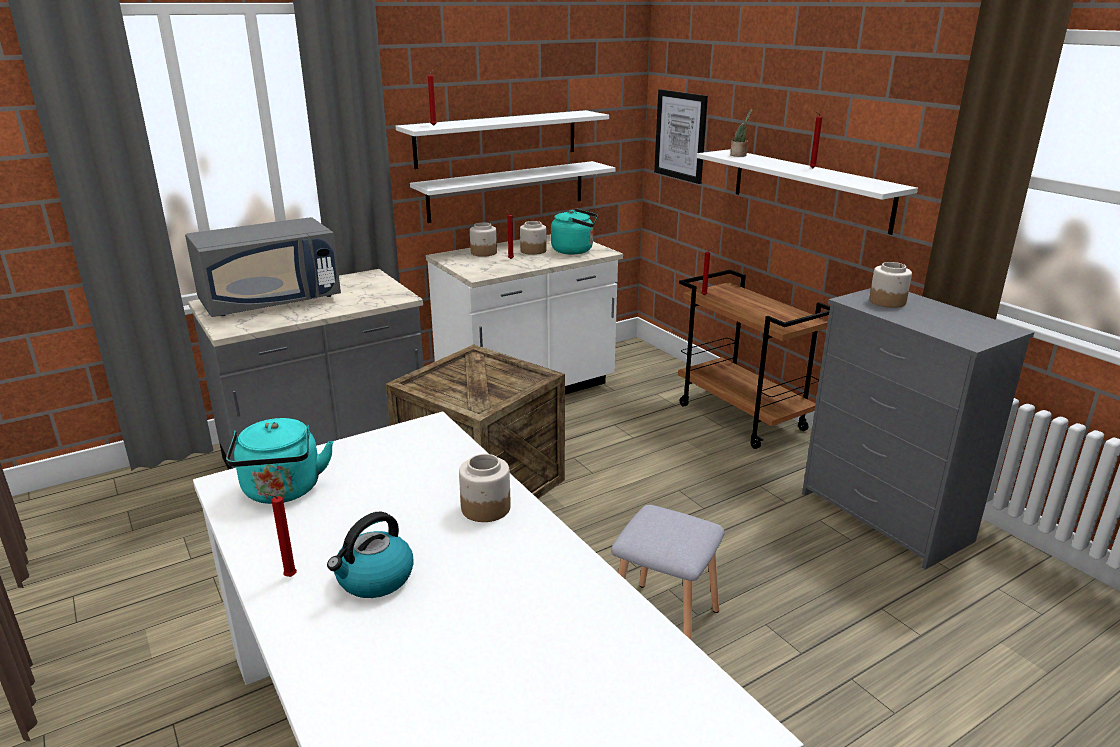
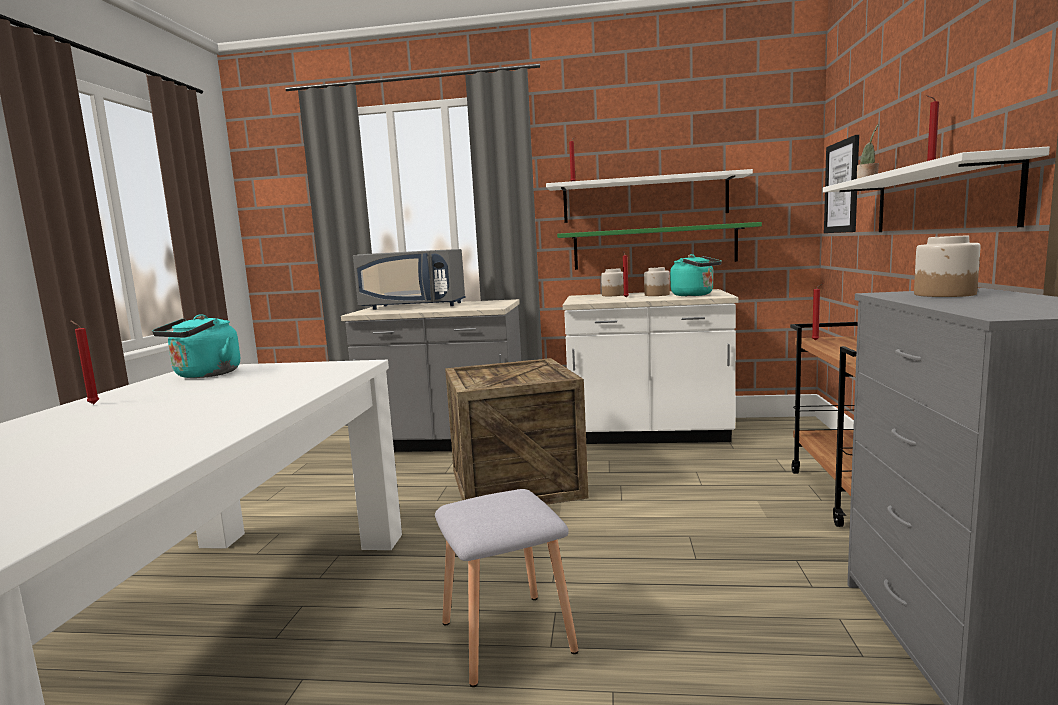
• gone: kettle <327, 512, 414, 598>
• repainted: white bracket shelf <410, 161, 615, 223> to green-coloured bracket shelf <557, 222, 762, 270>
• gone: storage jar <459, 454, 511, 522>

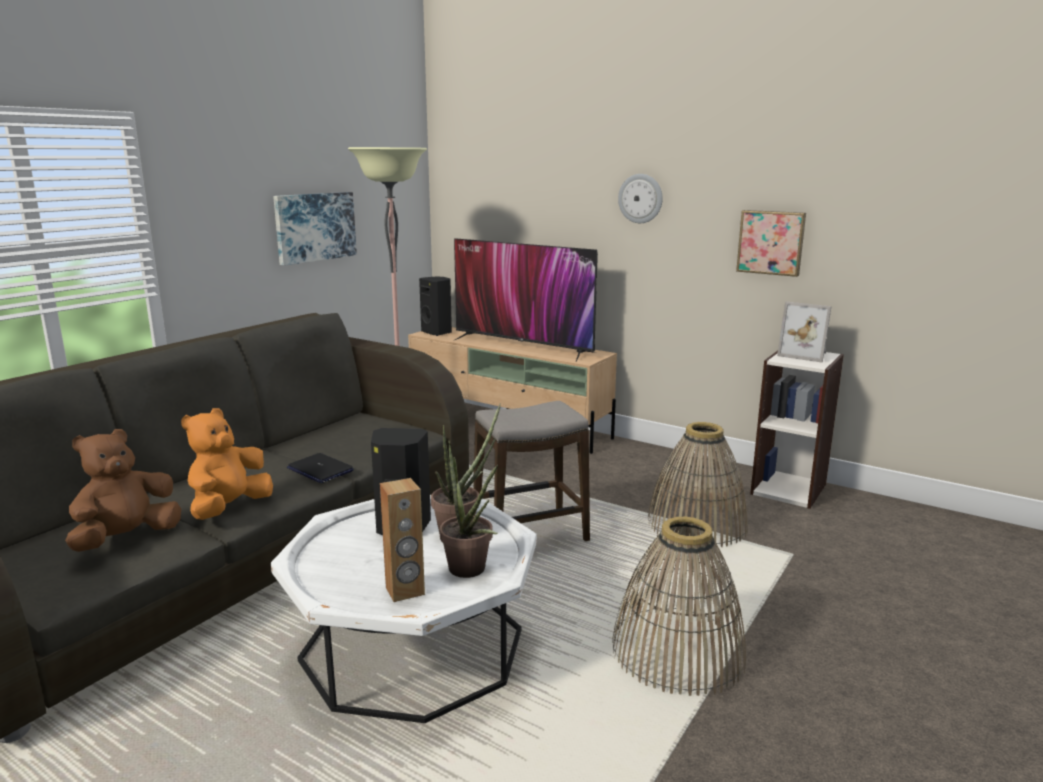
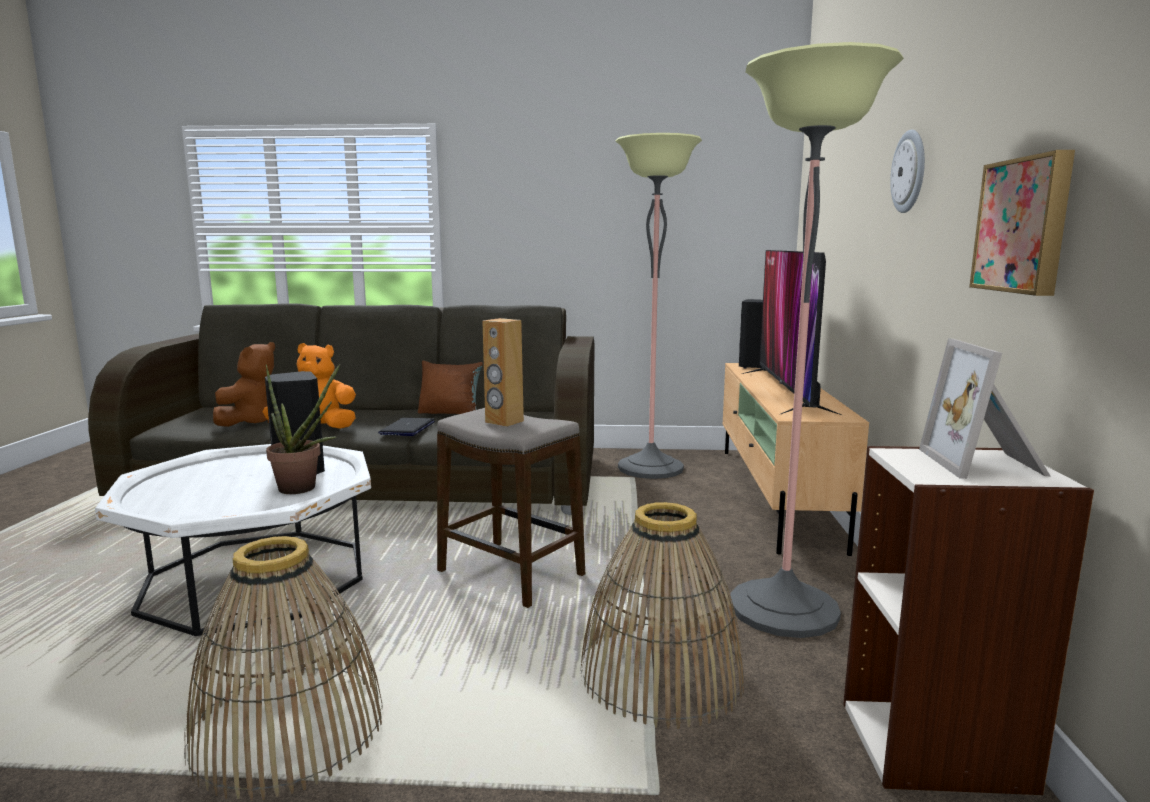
• rotated: brownish soft toy <65, 429, 181, 552> = <213, 342, 275, 427> 105 degrees clockwise
• gone: wall art <273, 192, 357, 266>
• shifted: brownish audio speaker <380, 478, 425, 602> to <482, 318, 524, 427>
• gone: potted plant <440, 441, 498, 578>
• new: brownish pillow <418, 361, 483, 414>
• new: standard lamp <730, 42, 904, 638>

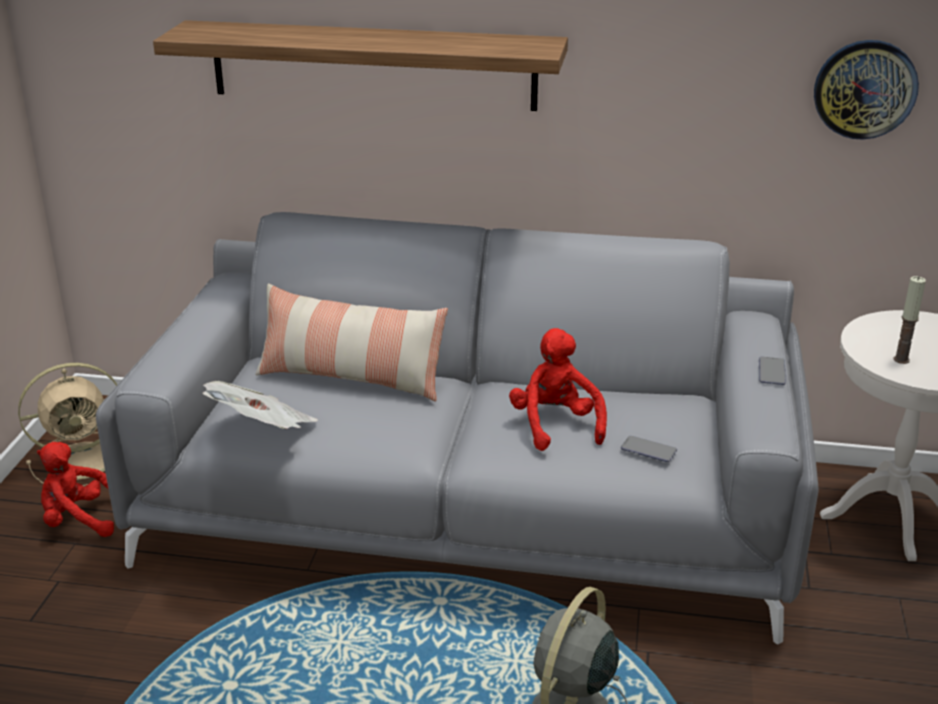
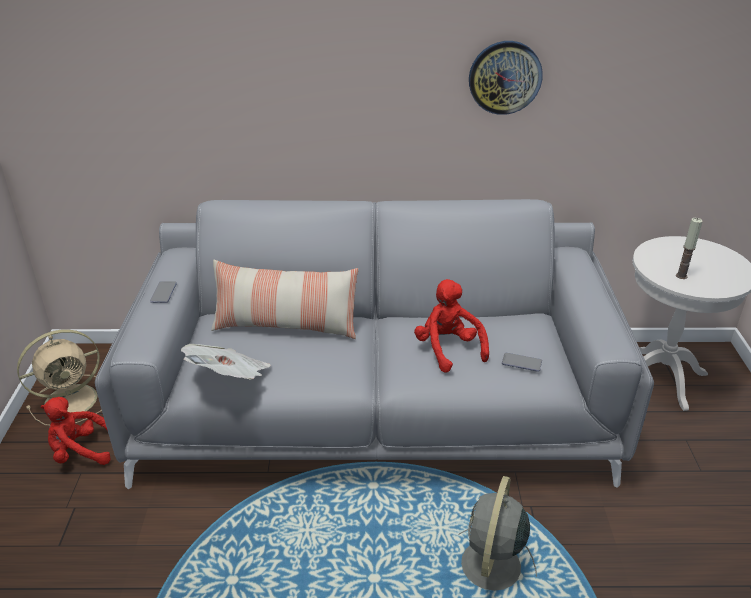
• gone: bracket shelf <153, 20, 568, 111>
• shifted: telephone <759, 357, 786, 385> to <150, 281, 177, 303>
• shifted: wall clock <814, 40, 919, 139> to <469, 41, 543, 115>

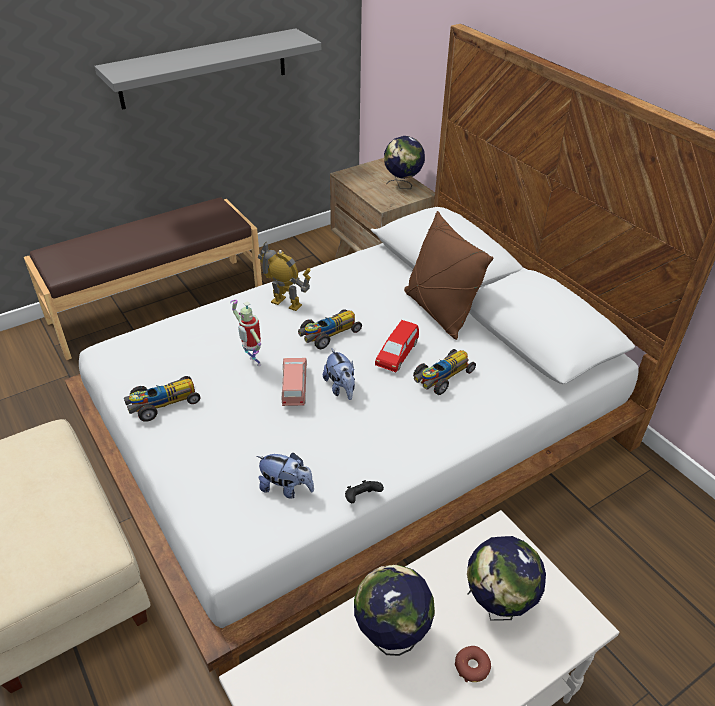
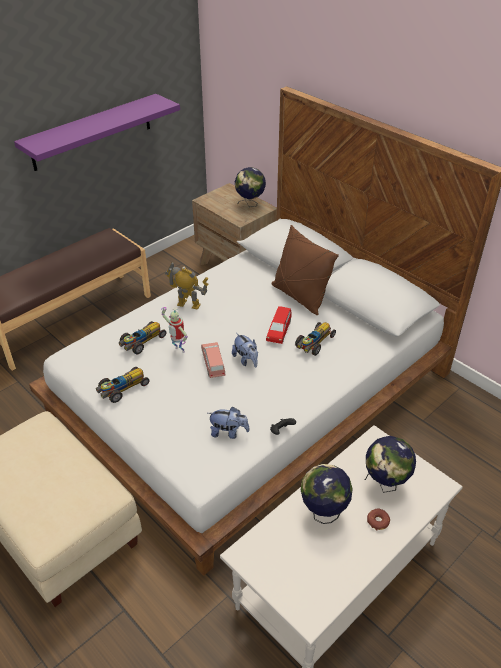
• repainted: gray bracket shelf <94, 28, 321, 110> to purple bracket shelf <14, 94, 180, 171>
• shifted: model car <298, 309, 362, 349> to <119, 321, 166, 354>

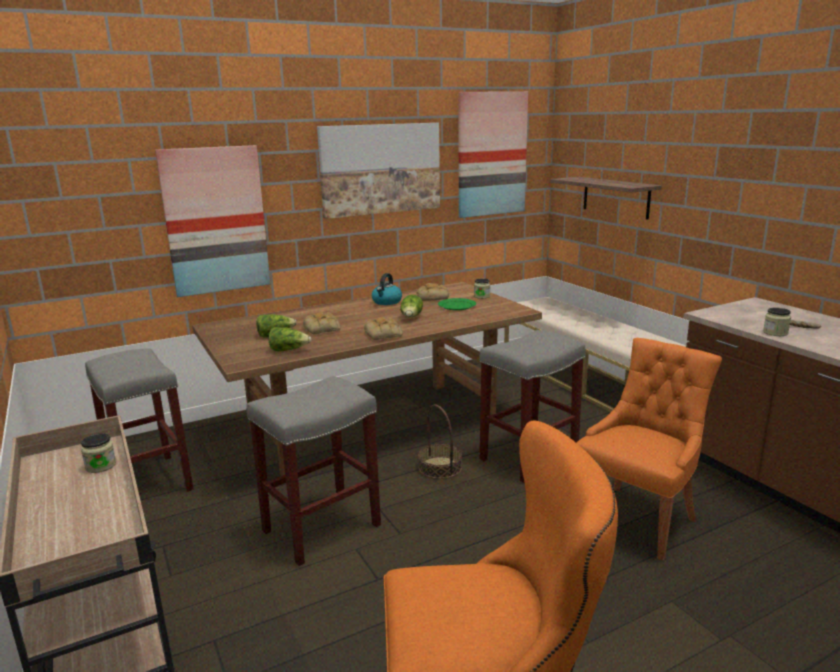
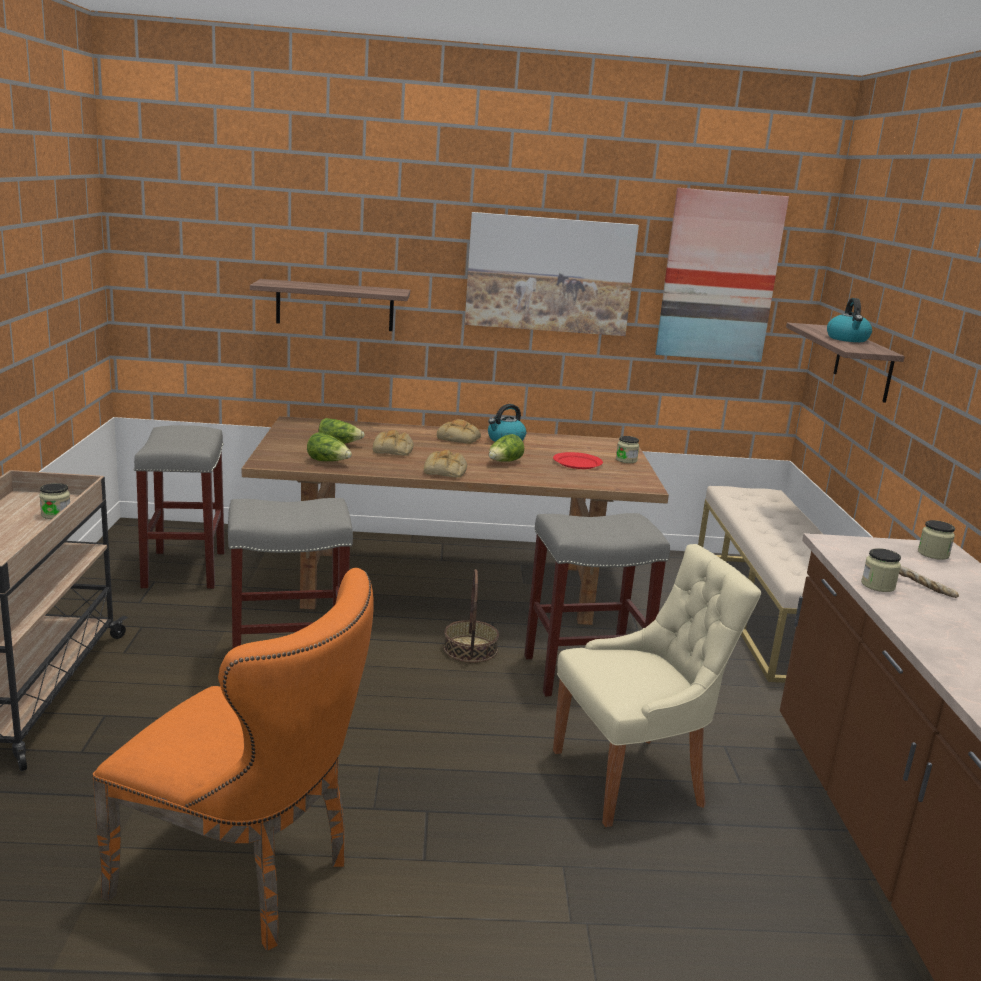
• swapped: wall art <155, 145, 270, 297> to bracket shelf <250, 279, 410, 331>
• shifted: bakery bread <416, 283, 449, 301> to <437, 419, 481, 444>
• repainted: green-coloured flat dish <438, 298, 476, 310> to red-coloured flat dish <553, 452, 603, 469>
• repainted: orangey upright chair <576, 338, 722, 560> to sand-coloured upright chair <553, 544, 761, 827>
• new: kettle <827, 298, 872, 342>
• new: storage jar <918, 520, 955, 560>

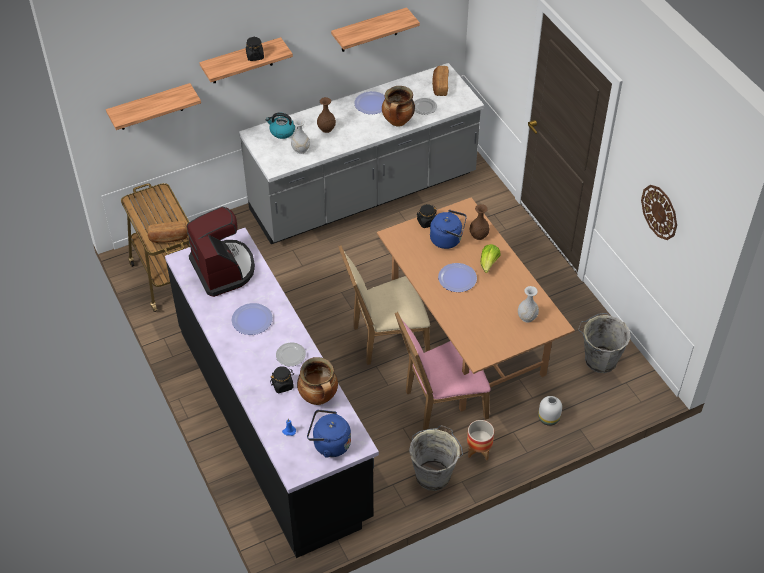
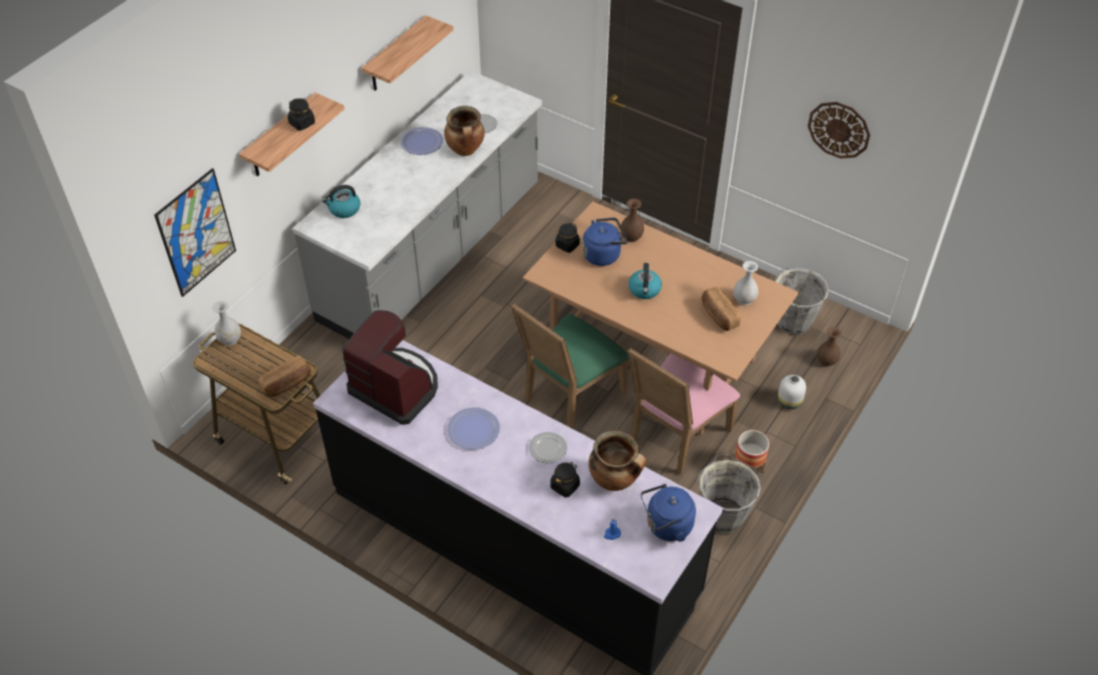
• swapped: bracket shelf <106, 83, 201, 130> to wall art <154, 168, 236, 297>
• shifted: white decorative vase <291, 118, 310, 154> to <212, 301, 241, 345>
• shifted: brownish decorative vase <317, 97, 336, 133> to <817, 327, 842, 367>
• repainted: sand-coloured upright chair <338, 245, 430, 365> to green-coloured upright chair <511, 303, 629, 429>
• shifted: bakery bread <432, 66, 449, 96> to <702, 287, 741, 331>
• swapped: flat dish <438, 263, 477, 292> to kettle <628, 263, 662, 299>
• gone: lettuce <480, 244, 500, 273>

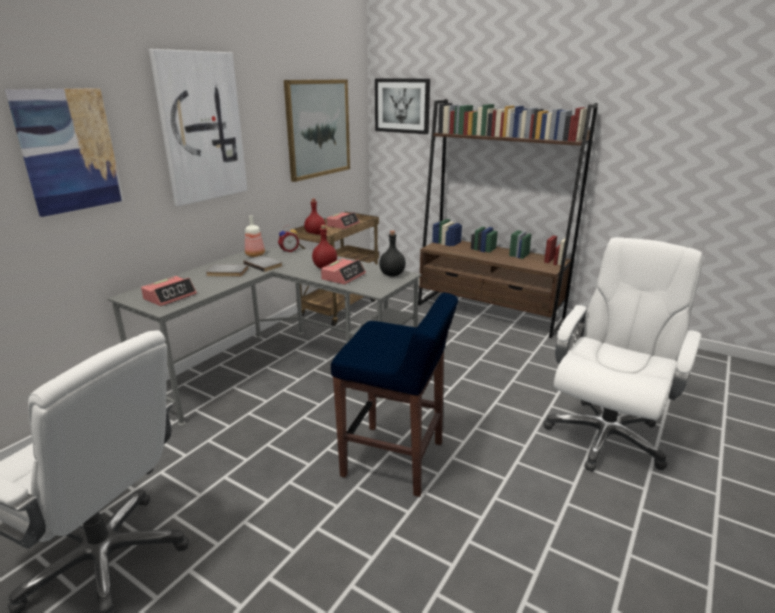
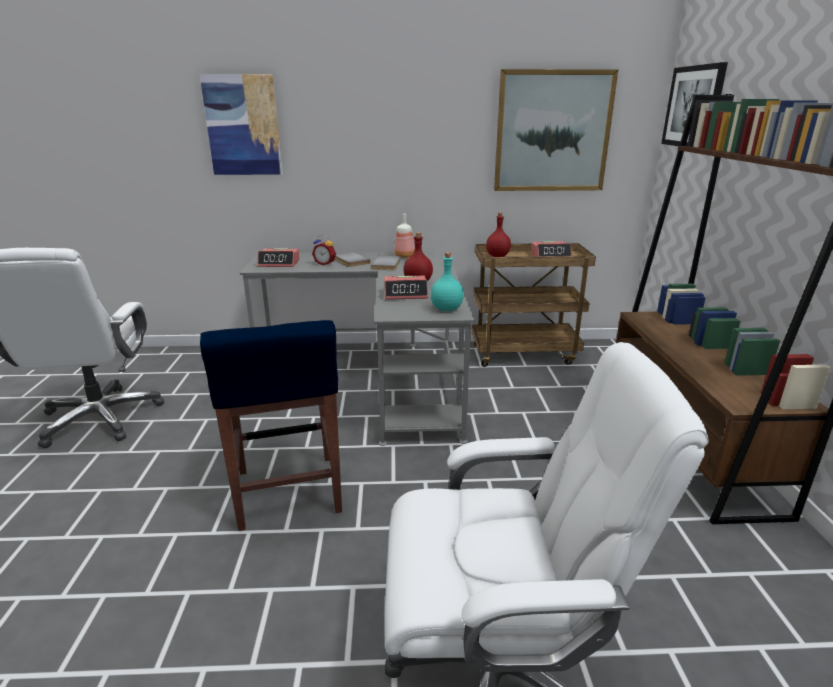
• gone: wall art <149, 49, 247, 206>
• shifted: bedside clock <278, 226, 299, 253> to <312, 235, 336, 266>
• repainted: black-coloured drink bottle <379, 231, 406, 276> to blue-green drink bottle <431, 252, 464, 311>

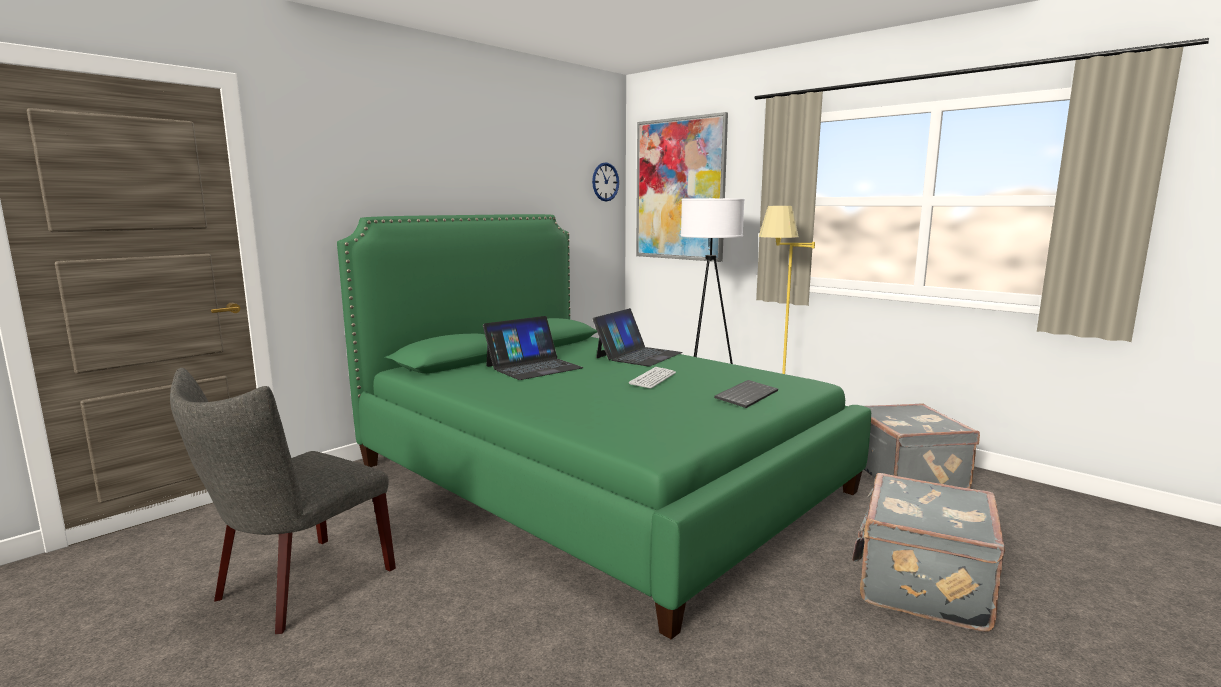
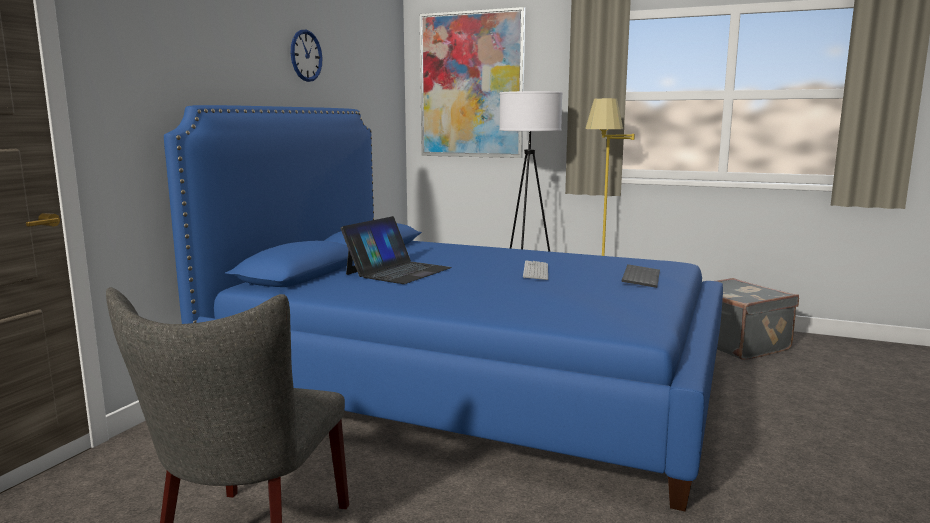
• repainted: green-coloured sleeping bed <337, 214, 871, 640> to blue-coloured sleeping bed <164, 105, 723, 512>
• shifted: wall clock <592, 162, 619, 202> to <291, 29, 322, 82>
• gone: portable computer <593, 308, 683, 366>
• gone: gray piece of luggage <852, 473, 1005, 632>

